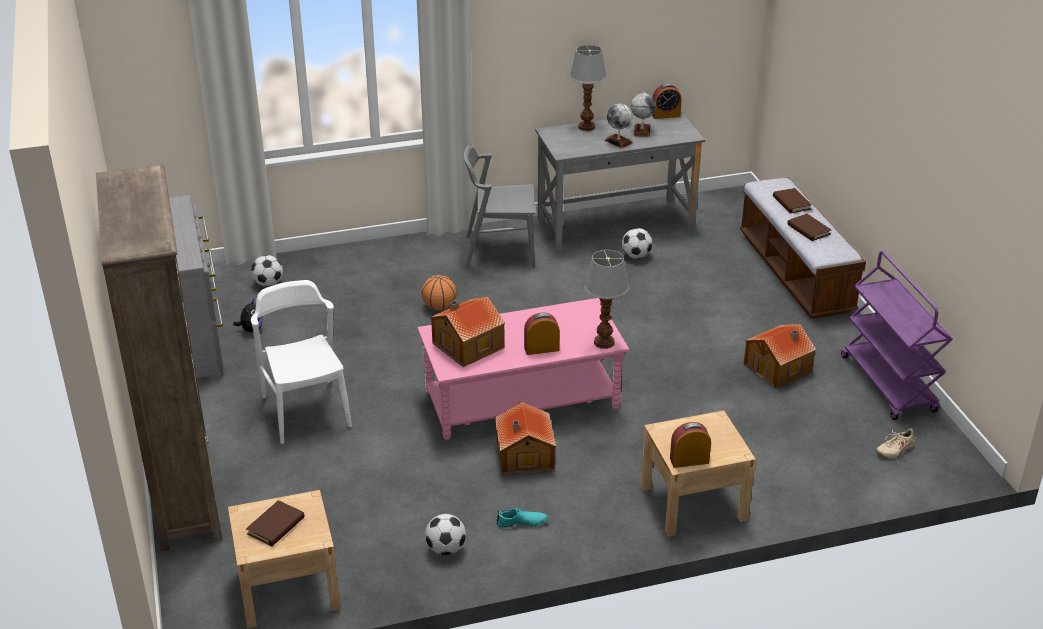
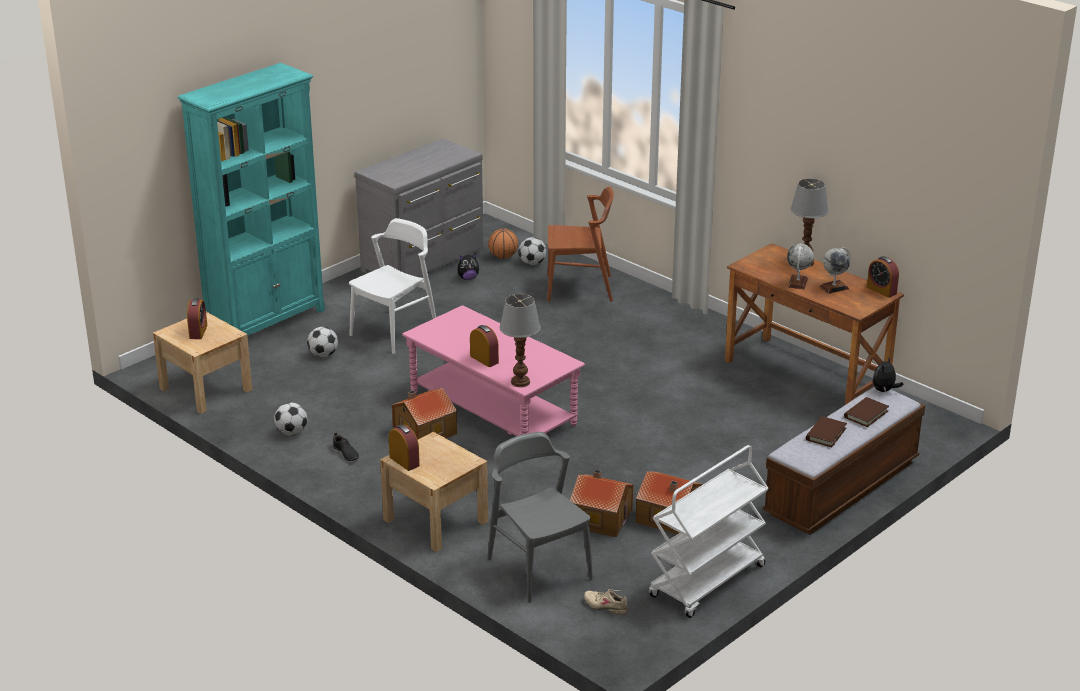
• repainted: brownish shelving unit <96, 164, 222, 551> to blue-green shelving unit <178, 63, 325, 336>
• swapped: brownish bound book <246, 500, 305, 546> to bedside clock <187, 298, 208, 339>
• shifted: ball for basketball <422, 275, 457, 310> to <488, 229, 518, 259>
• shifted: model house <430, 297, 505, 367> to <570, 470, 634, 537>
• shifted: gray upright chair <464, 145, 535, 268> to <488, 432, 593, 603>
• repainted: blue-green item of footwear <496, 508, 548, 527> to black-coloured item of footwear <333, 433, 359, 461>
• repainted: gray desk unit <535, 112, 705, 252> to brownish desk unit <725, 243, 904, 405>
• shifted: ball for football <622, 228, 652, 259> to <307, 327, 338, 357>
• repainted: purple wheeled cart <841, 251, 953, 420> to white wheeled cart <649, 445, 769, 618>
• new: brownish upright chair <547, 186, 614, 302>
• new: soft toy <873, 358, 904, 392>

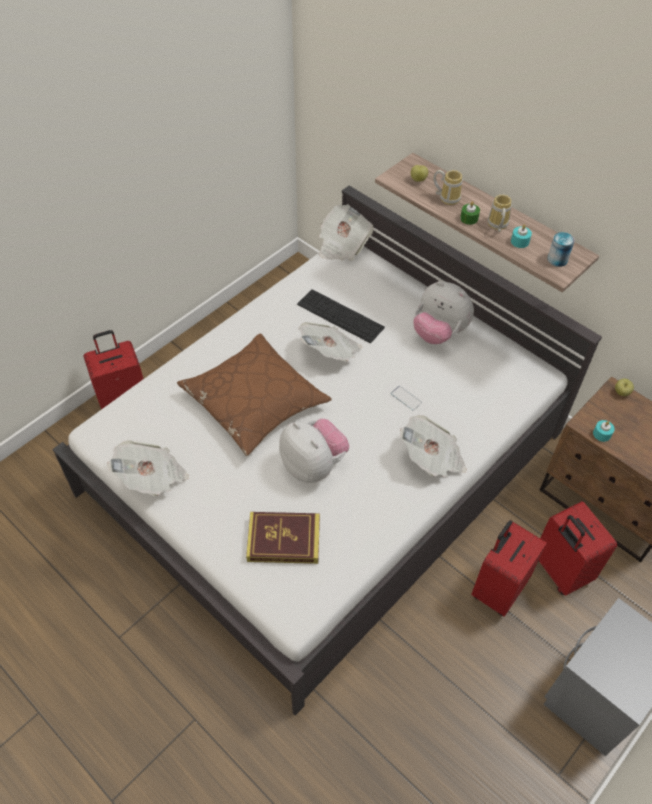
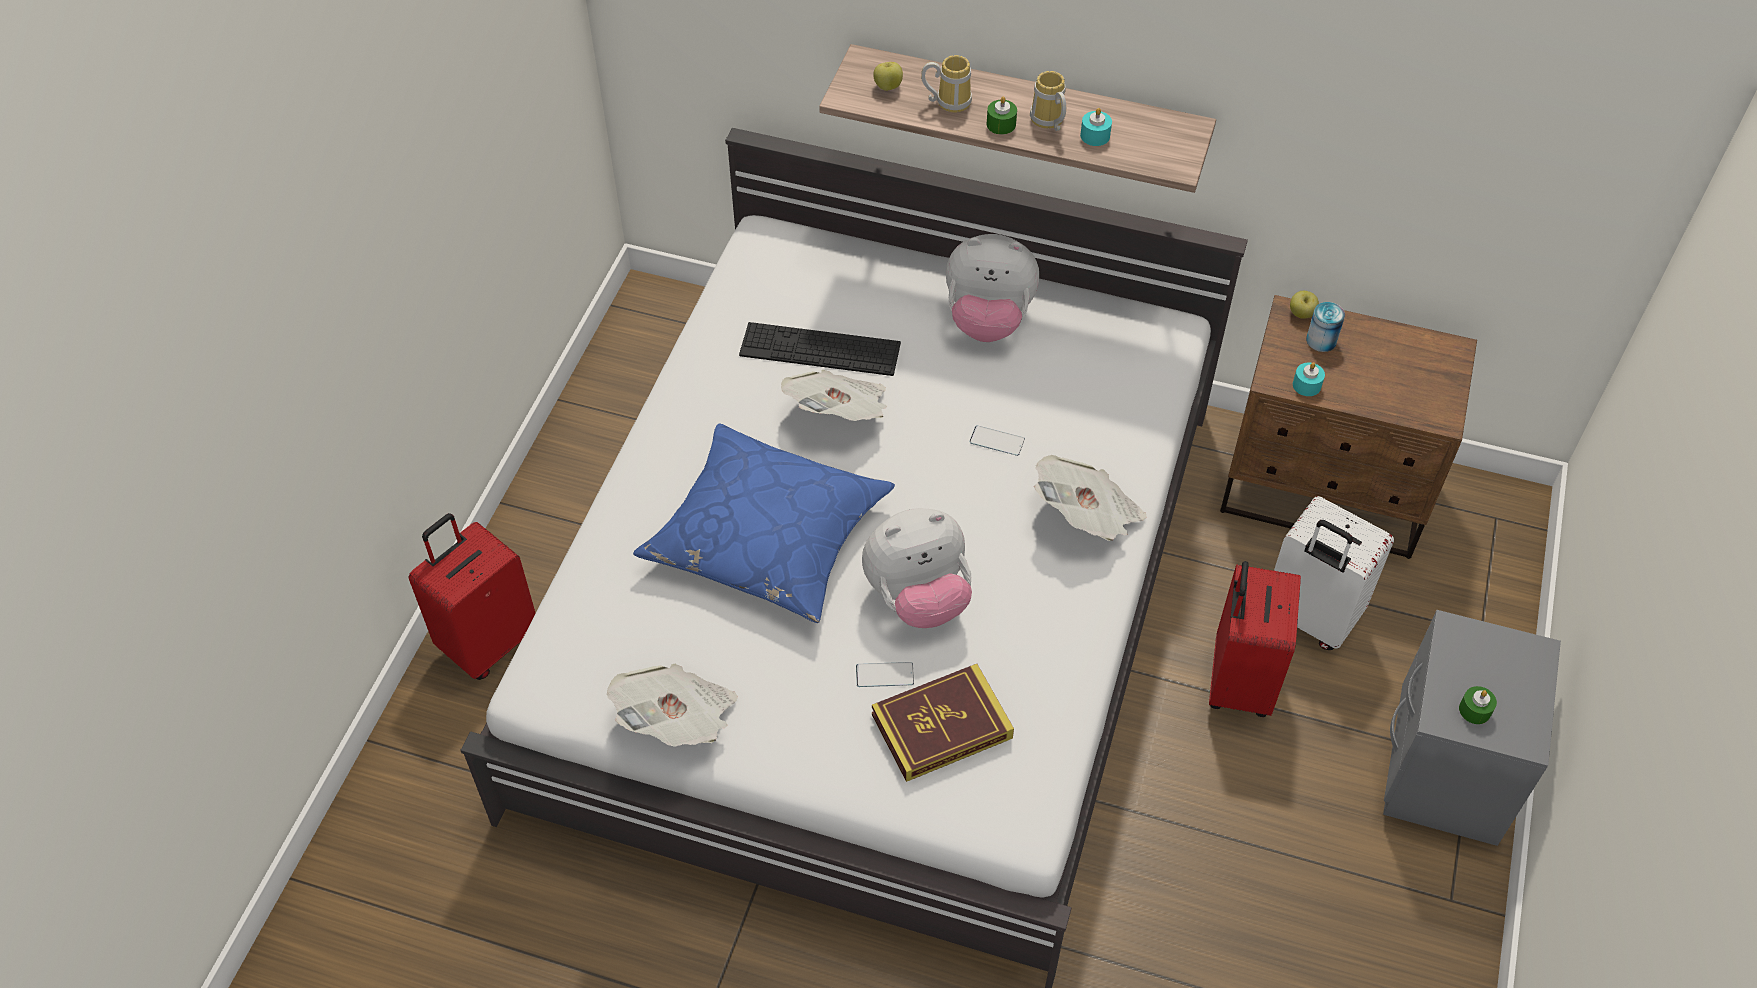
• repainted: brownish pillow <177, 333, 332, 456> to blue-coloured pillow <633, 423, 895, 623>
• rotated: soft toy <279, 419, 349, 483> = <862, 508, 972, 628> 135 degrees clockwise
• gone: newspaper <319, 204, 374, 261>
• repainted: red-coloured piece of luggage <538, 501, 617, 595> to white piece of luggage <1274, 496, 1394, 650>
• shifted: can <547, 232, 575, 267> to <1306, 302, 1345, 352>
• new: telephone <856, 662, 914, 687>
• new: green-coloured wax candle <1459, 686, 1497, 724>

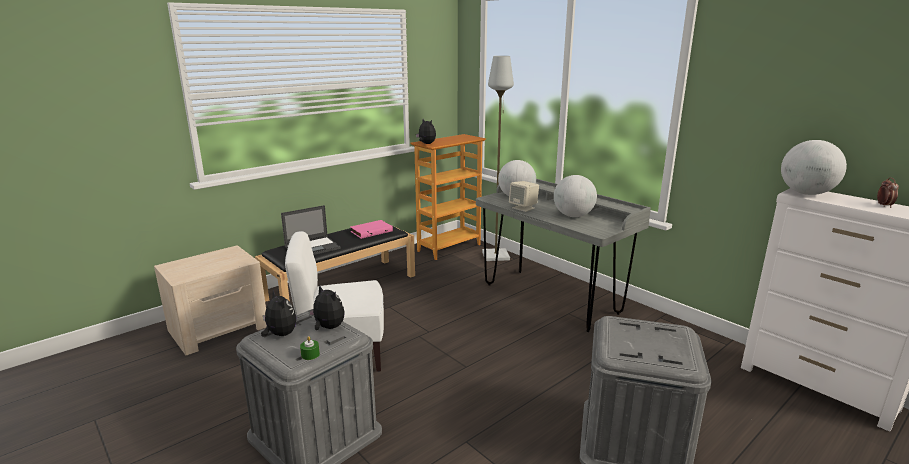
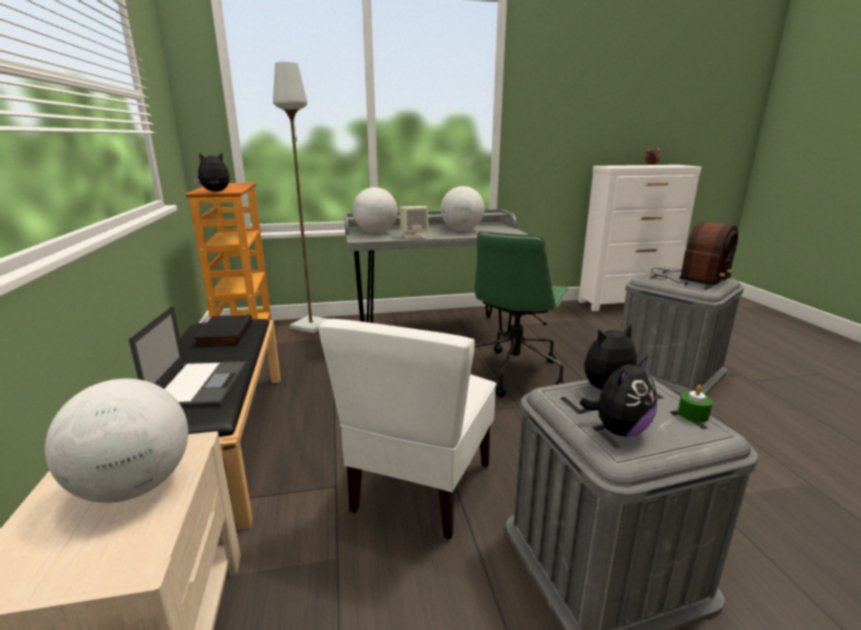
• rotated: soft toy <261, 290, 296, 337> = <579, 356, 657, 436> 150 degrees clockwise
• repainted: pink-coloured bound book <350, 220, 393, 239> to black-coloured bound book <193, 314, 252, 346>
• shifted: globe <781, 140, 847, 195> to <45, 379, 188, 503>
• new: green-coloured office chair <474, 231, 569, 397>
• new: radio receiver <651, 221, 738, 286>

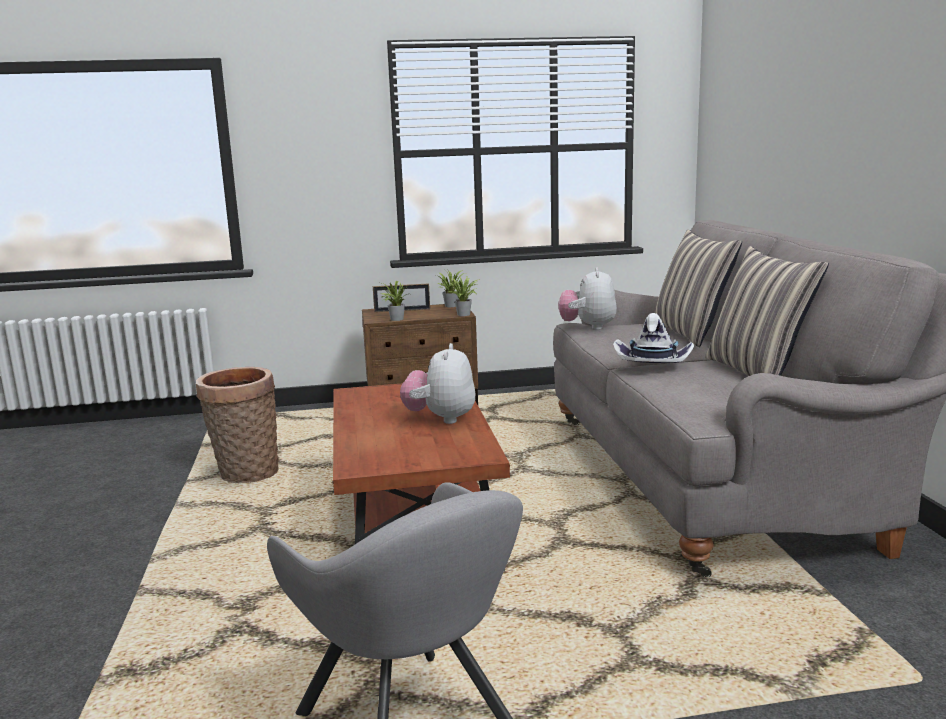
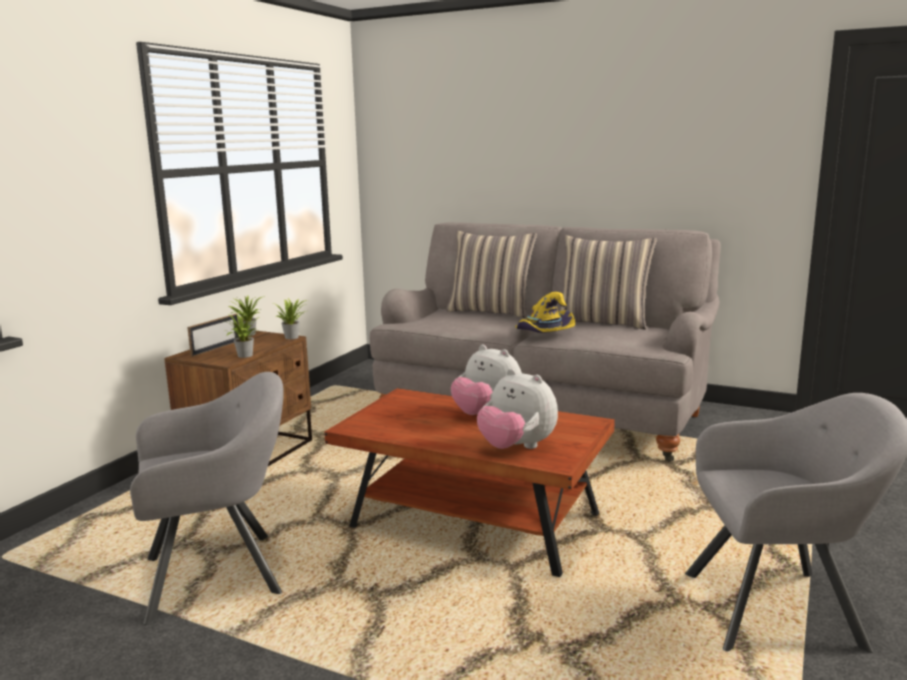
• swapped: household basket <196, 367, 279, 483> to gray lounge chair <130, 372, 284, 625>
• shifted: soft toy <558, 267, 617, 330> to <477, 369, 558, 449>
• repainted: white wearable hat <613, 313, 694, 363> to yellow wearable hat <516, 292, 575, 333>

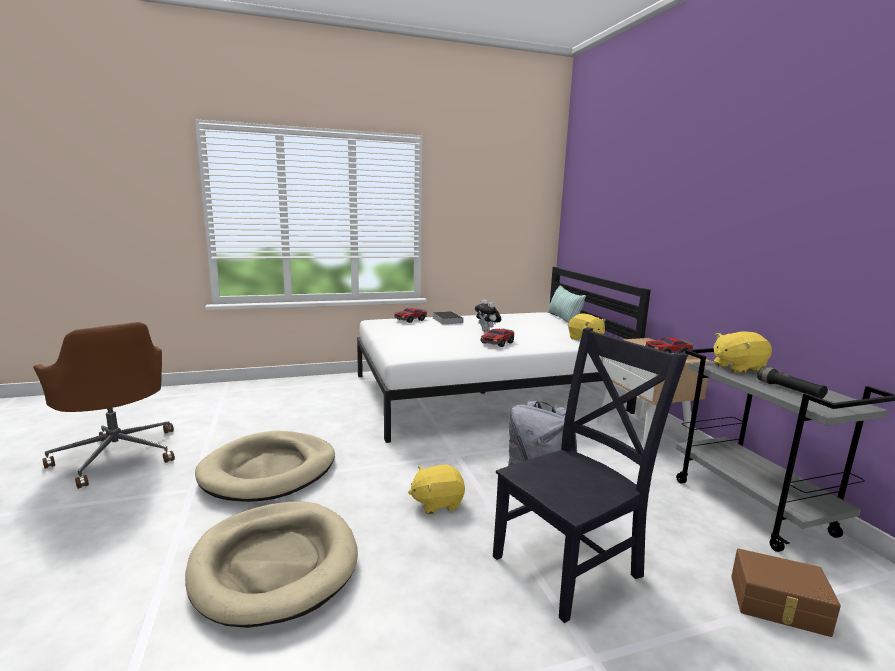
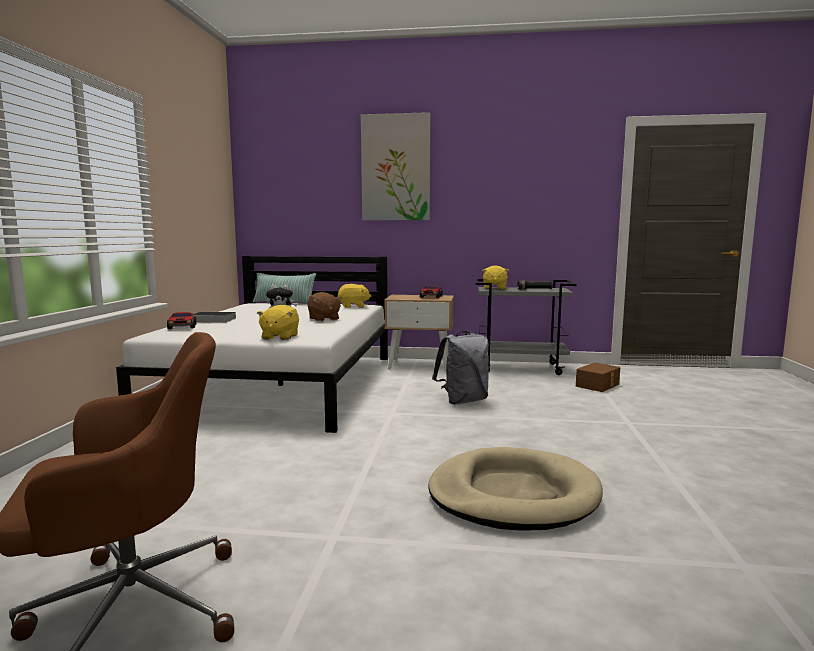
• gone: sand-coloured dog bed <195, 431, 335, 502>
• shifted: yellow soft toy <408, 465, 465, 514> to <257, 305, 299, 340>
• swapped: model car <480, 329, 514, 347> to brownish soft toy <307, 292, 342, 321>
• gone: black-coloured upright chair <493, 327, 688, 623>
• new: wall art <361, 112, 431, 220>

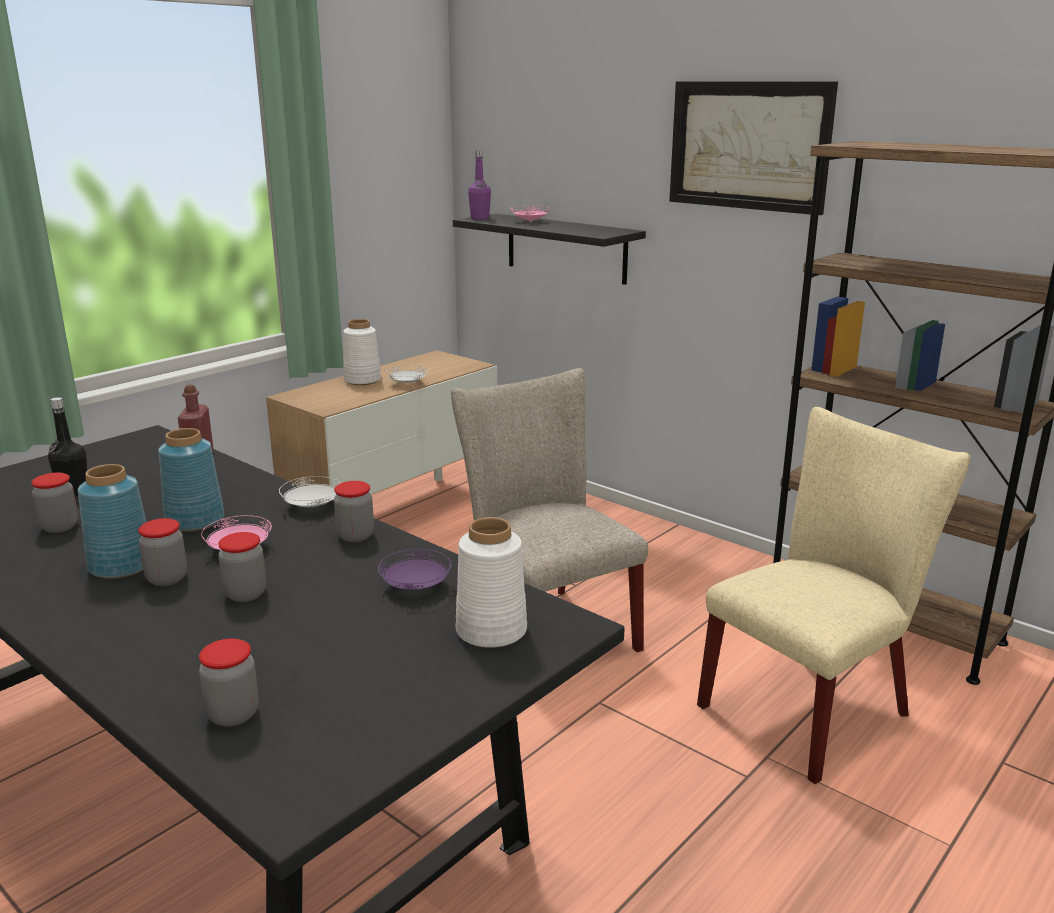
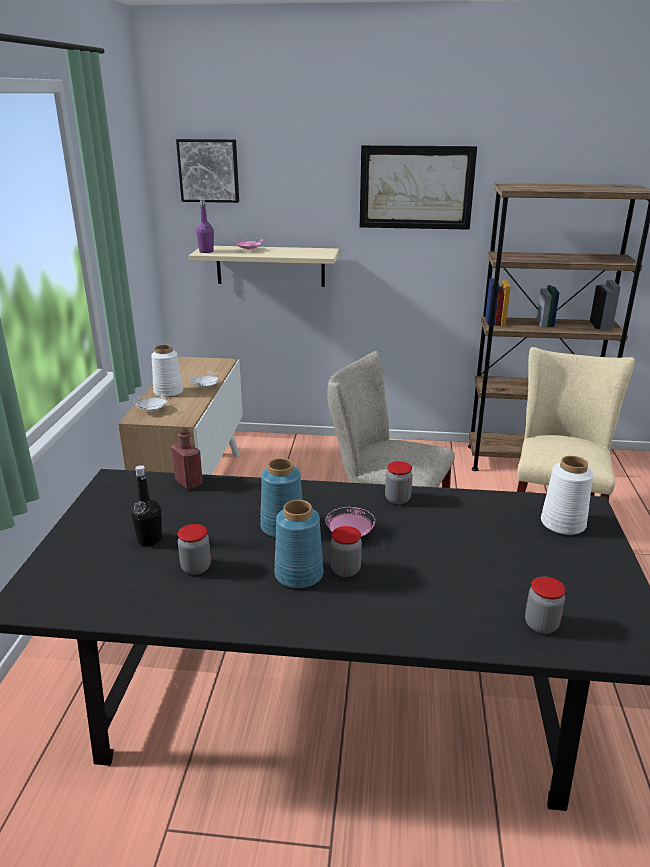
• gone: storage jar <218, 532, 266, 602>
• shifted: white flat dish <279, 476, 340, 507> to <134, 393, 169, 411>
• gone: purple flat dish <378, 549, 452, 590>
• repainted: black-coloured bracket shelf <453, 214, 646, 285> to sand-coloured bracket shelf <189, 246, 339, 287>
• new: wall art <176, 139, 239, 203>

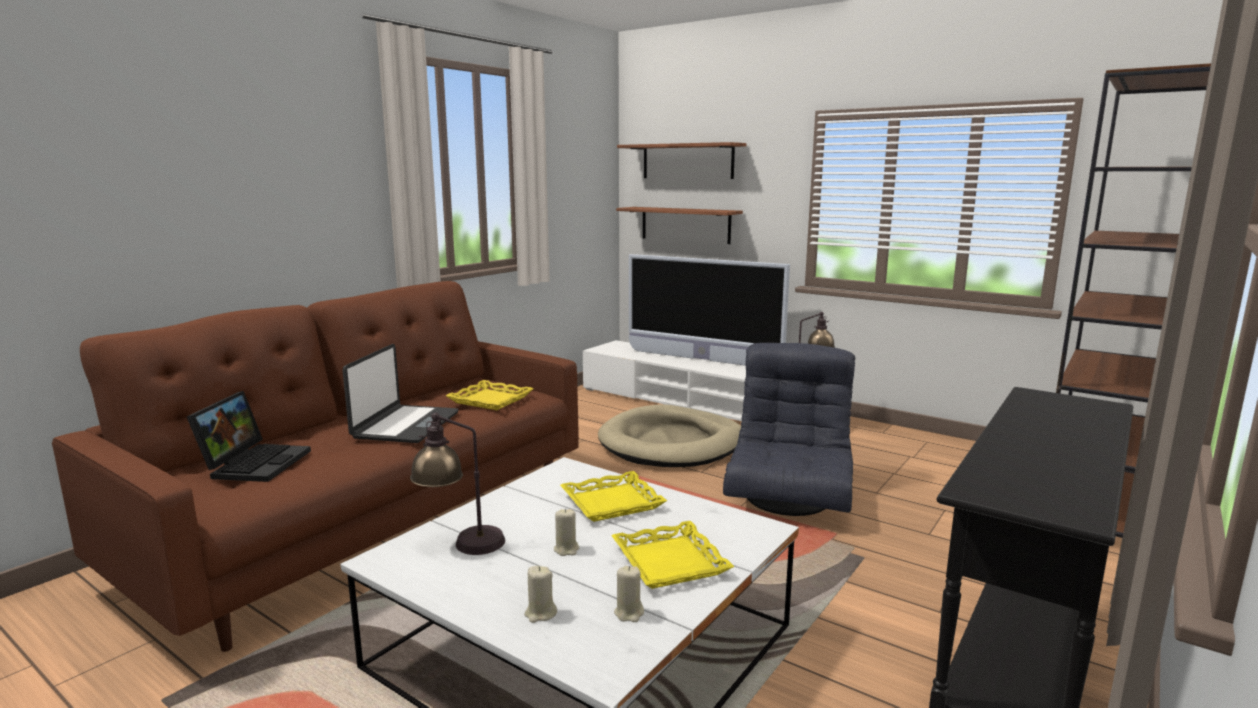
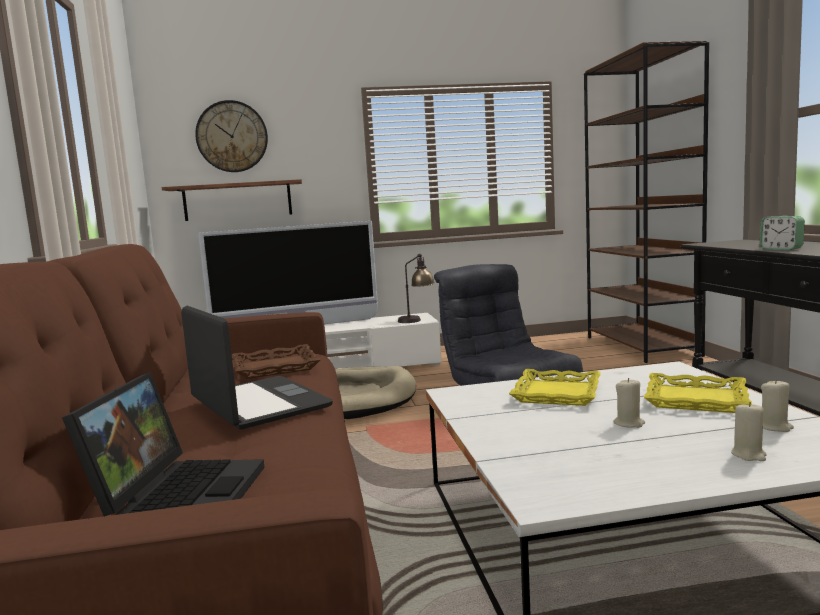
• rotated: portable computer <187, 391, 311, 482> = <62, 372, 265, 516> 45 degrees clockwise
• gone: lamp for a table <410, 413, 505, 555>
• repainted: yellow serving tray <446, 380, 534, 410> to brownish serving tray <232, 344, 321, 379>
• swapped: bracket shelf <617, 142, 747, 179> to wall clock <195, 100, 268, 172>
• new: bedside clock <760, 216, 805, 250>

